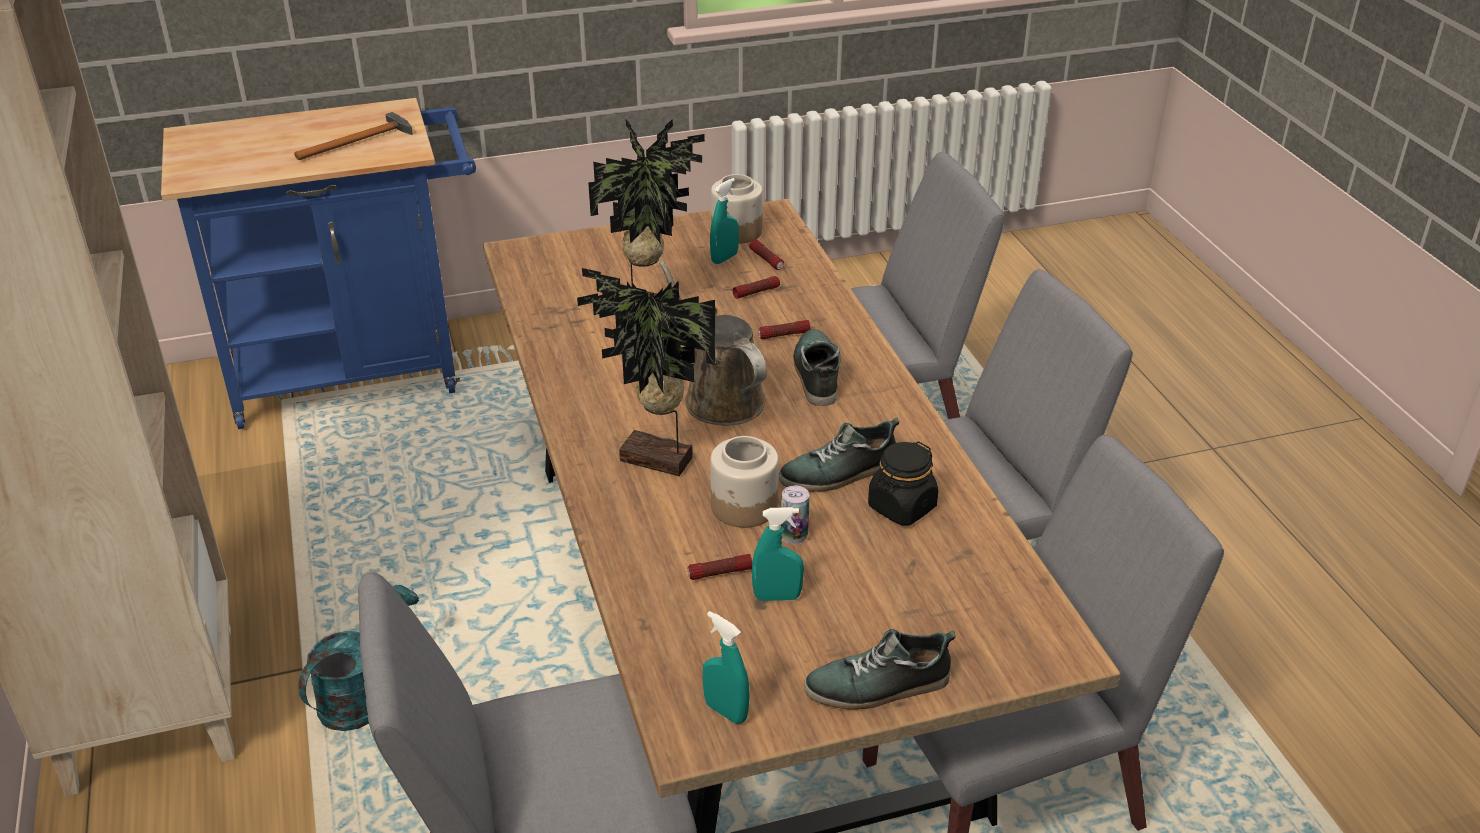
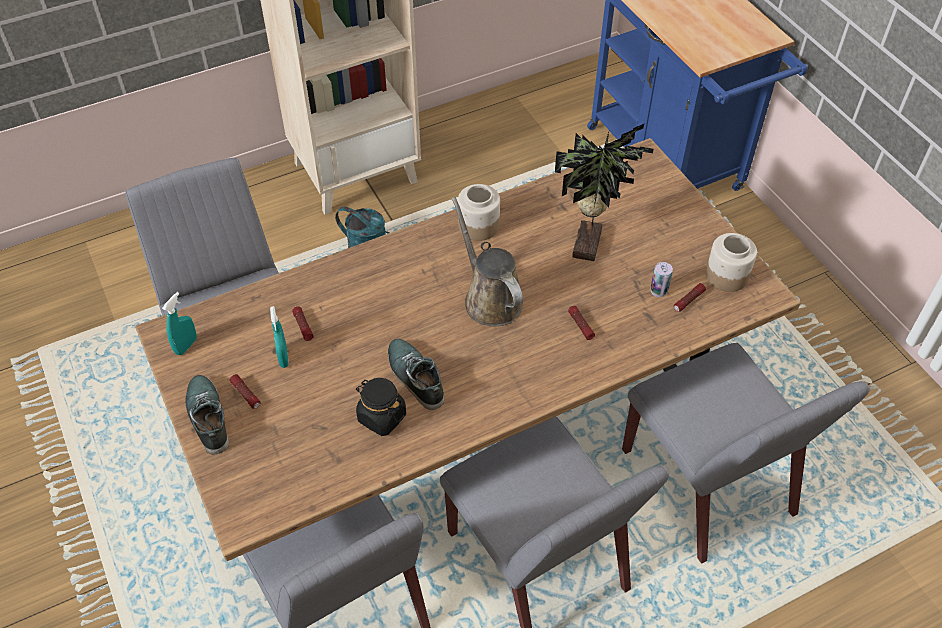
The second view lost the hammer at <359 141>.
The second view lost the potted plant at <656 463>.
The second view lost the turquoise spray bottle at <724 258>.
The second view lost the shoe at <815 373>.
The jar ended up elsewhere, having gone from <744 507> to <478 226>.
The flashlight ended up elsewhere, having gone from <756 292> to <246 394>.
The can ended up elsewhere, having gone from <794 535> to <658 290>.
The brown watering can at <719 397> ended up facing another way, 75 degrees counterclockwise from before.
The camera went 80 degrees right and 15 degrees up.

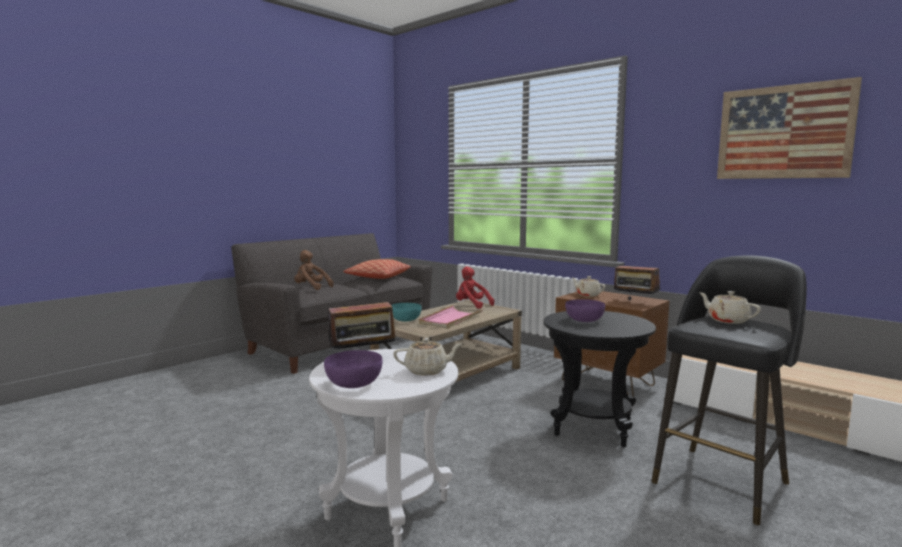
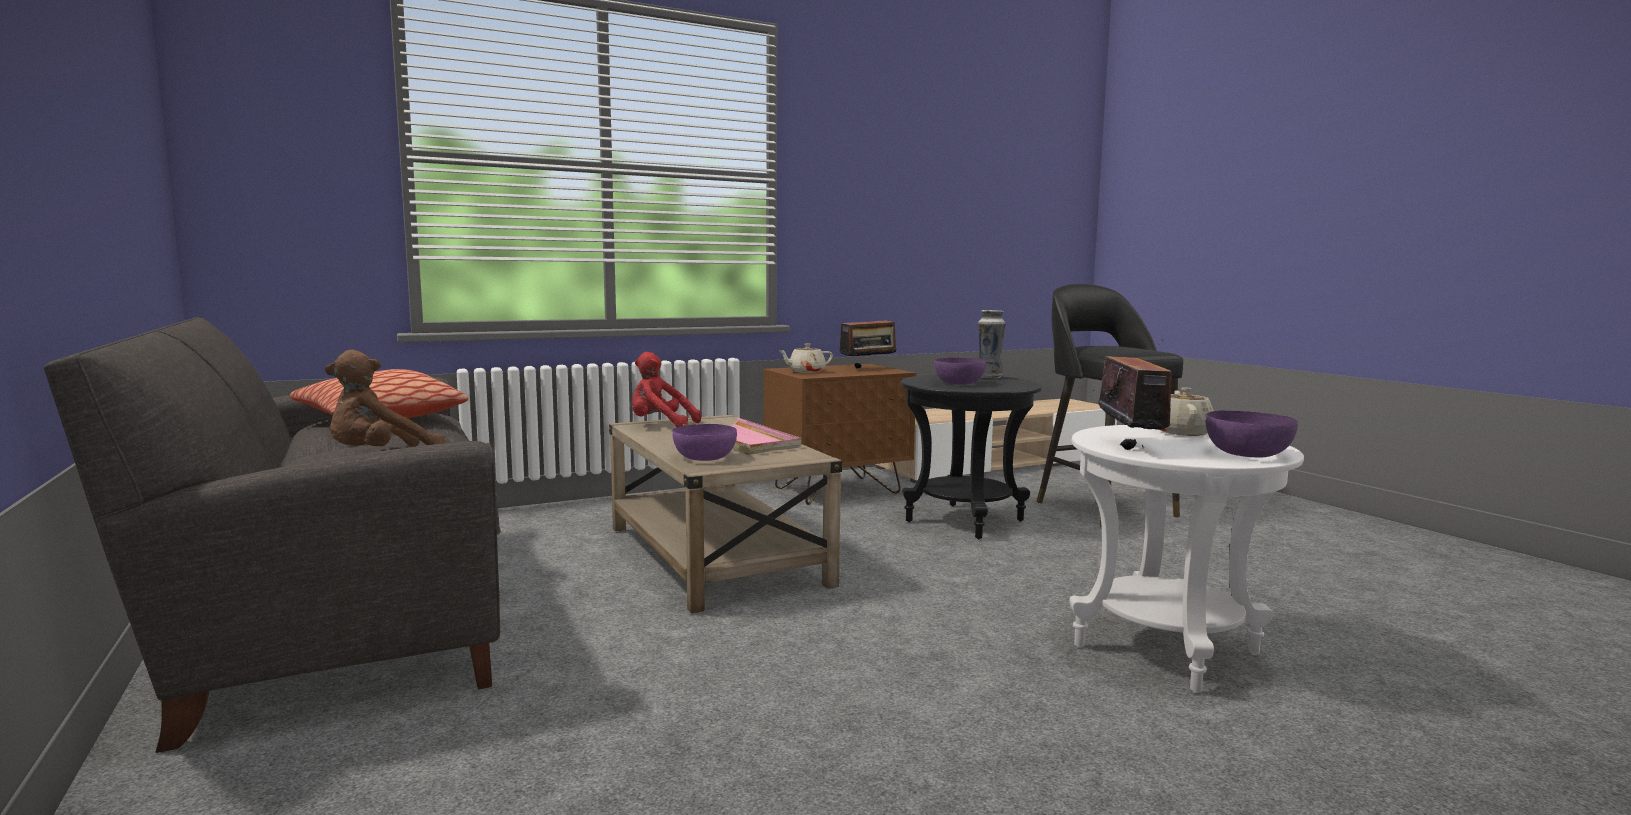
The second view lost the beige teapot at <727 320>.
The second view lost the picture at <783 132>.
The second view gained the vase at <989 377>.
What was the turquoise bowl at <406 319> turned into the purple bowl at <704 458>.
The red plush toy at <471 305> ended up facing another way, 45 degrees clockwise from before.
The camera went 70 degrees left and 0 degrees up.

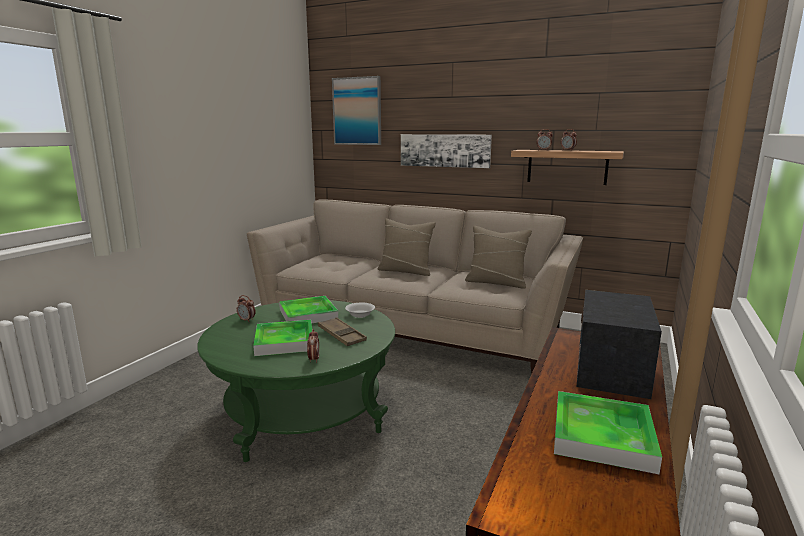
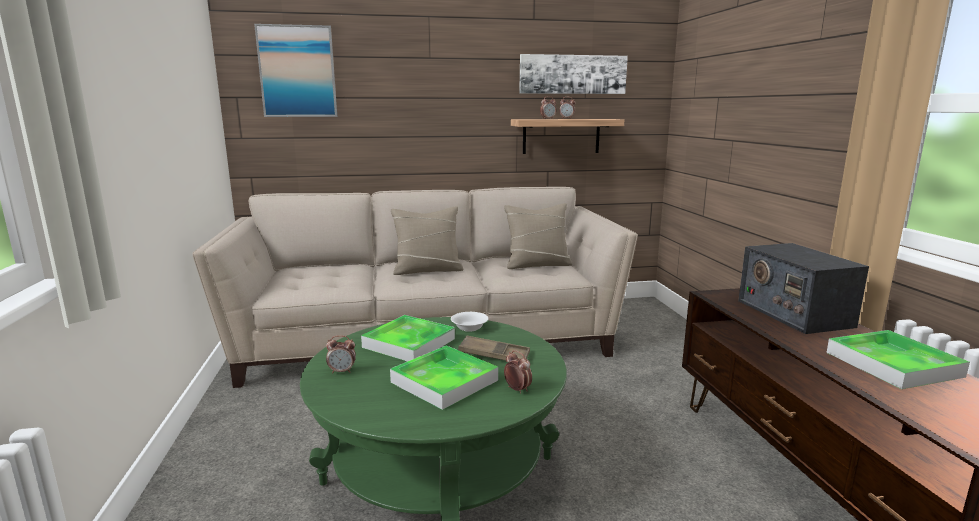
The picture ended up elsewhere, having gone from <445 150> to <572 74>.
The camera went 35 degrees left and 0 degrees up.

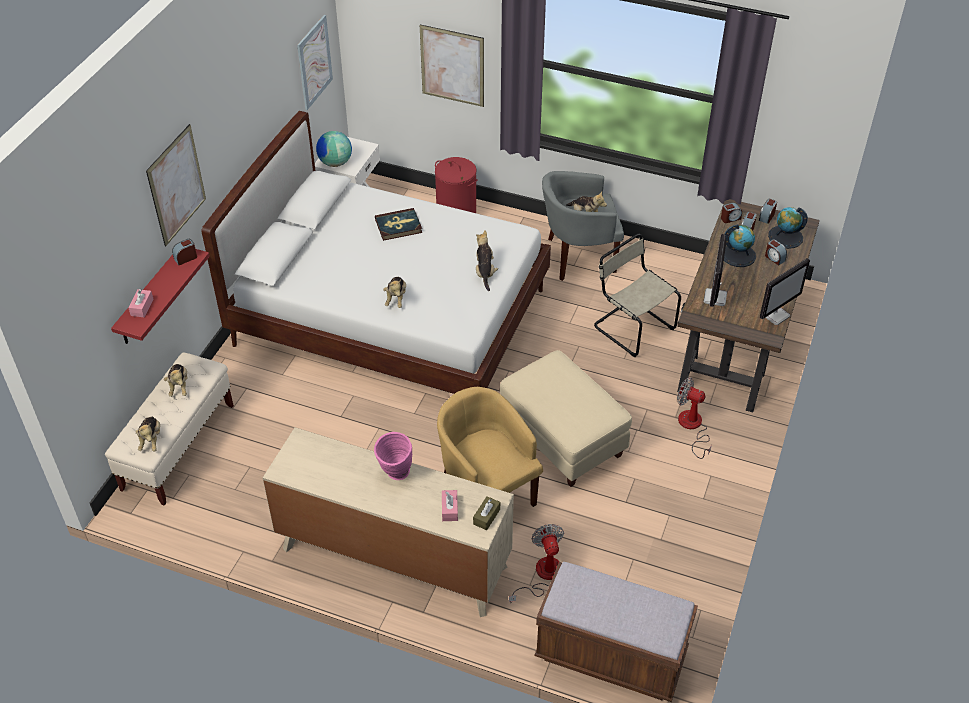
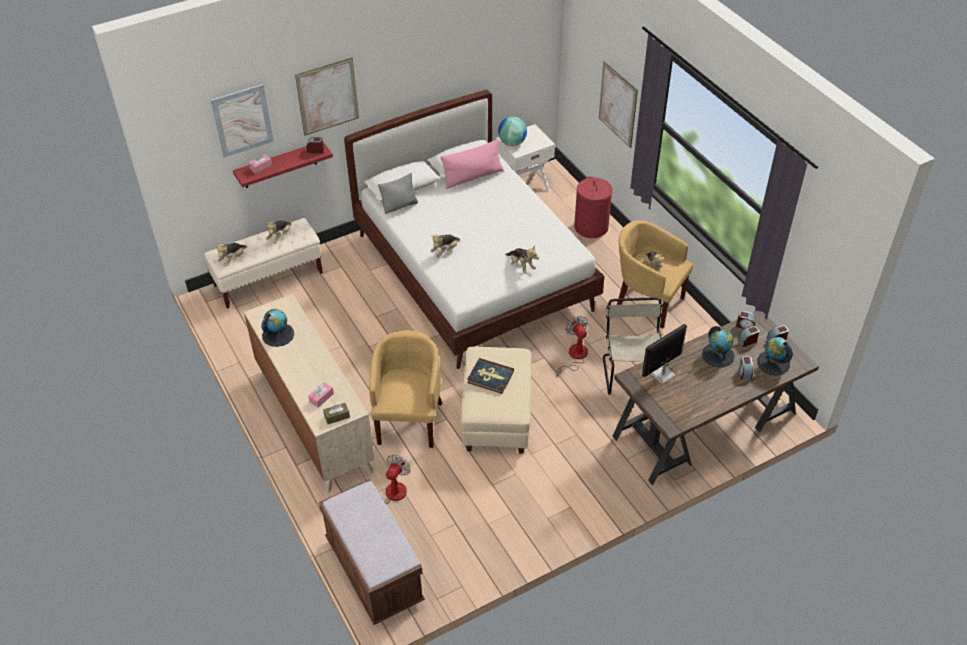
The second view lost the pink vase at <395 475>.
The second view lost the monitor at <775 314>.
The second view gained the globe at <278 334>.
The second view gained the grey pillow at <399 205>.
The second view gained the pink pillow at <473 177>.
The picture ended up elsewhere, having gone from <314 62> to <242 120>.
The book ended up elsewhere, having gone from <398 226> to <490 377>.
The fan ended up elsewhere, having gone from <692 427> to <574 357>.
What was the grey armchair at <578 256> turned into the yellow armchair at <647 302>.
The plush toy at <485 272> ended up facing another way, 105 degrees clockwise from before.
The camera went 40 degrees right and 0 degrees up.

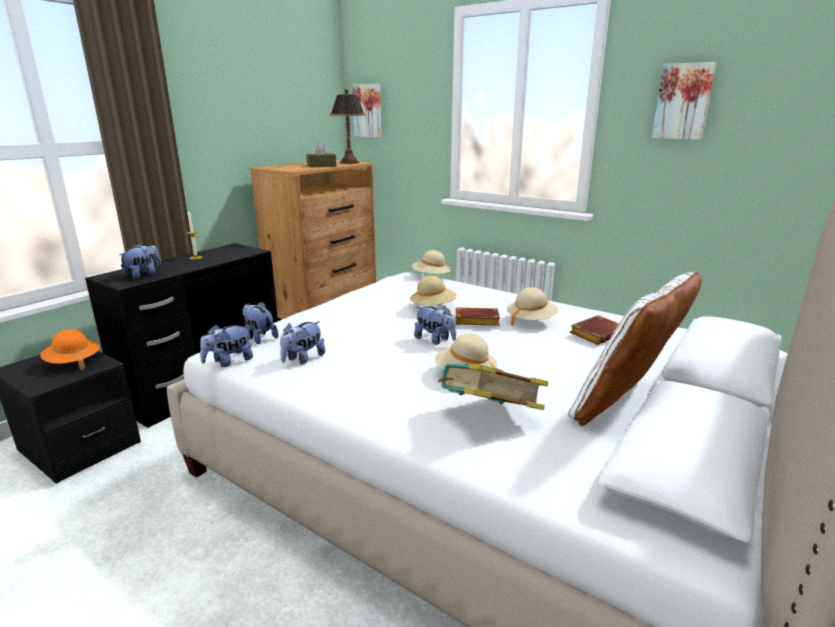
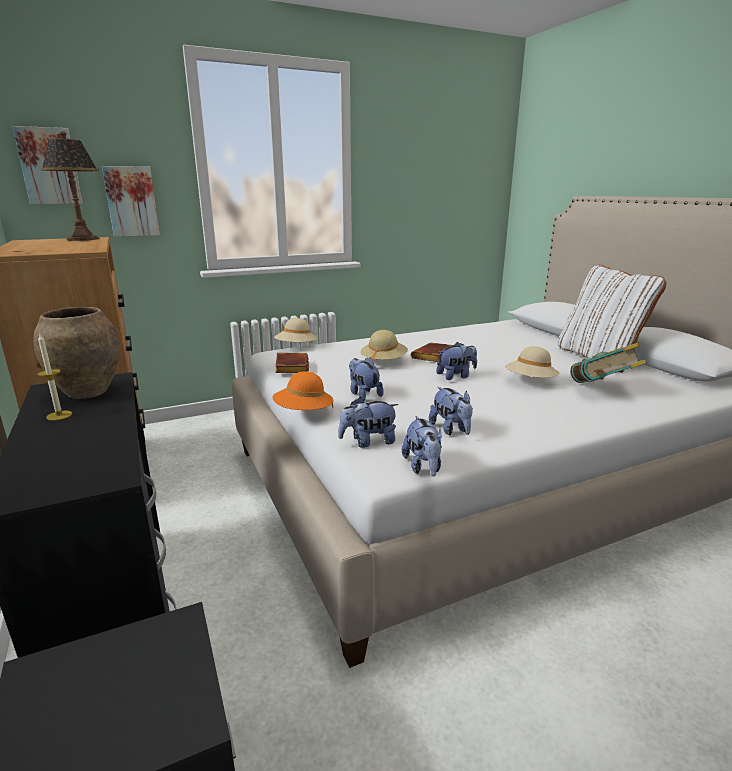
The second view lost the brown tissue box at <321 166>.
The second view lost the beige hat at <531 321>.
The second view gained the brown vase at <87 393>.
The orange hat ended up elsewhere, having gone from <73 362> to <303 412>.
The plush toy ended up elsewhere, having gone from <143 274> to <363 394>.
The brown book ended up elsewhere, having gone from <596 334> to <290 367>.
The picture ended up elsewhere, having gone from <683 101> to <131 201>.
The camera went 60 degrees left and 0 degrees up.

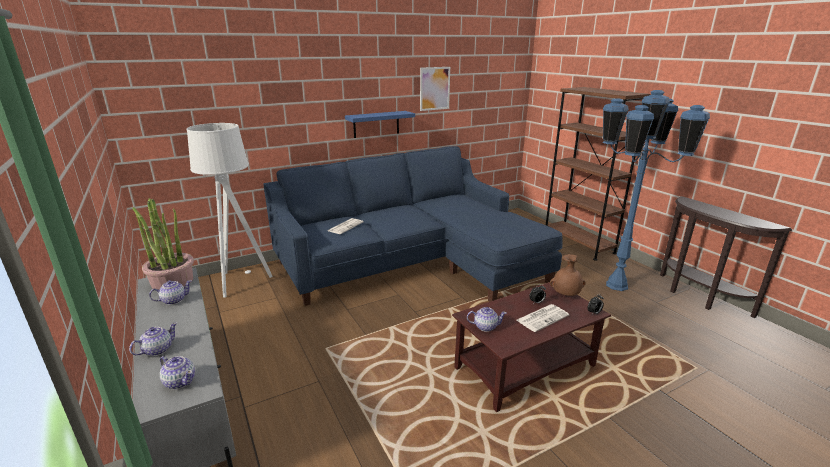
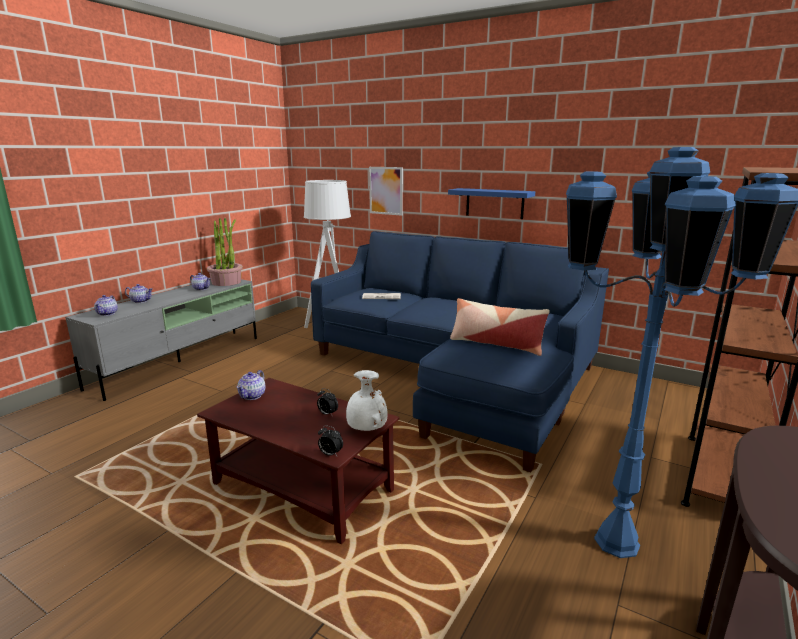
The second view lost the newspaper at <542 317>.
The second view gained the pillow at <496 344>.
The picture ended up elsewhere, having gone from <434 88> to <386 190>.
What was the brown vase at <566 294> turned into the white vase at <366 429>.
The teapot at <485 326> ended up facing another way, 45 degrees clockwise from before.
The camera went 60 degrees right and 5 degrees down.

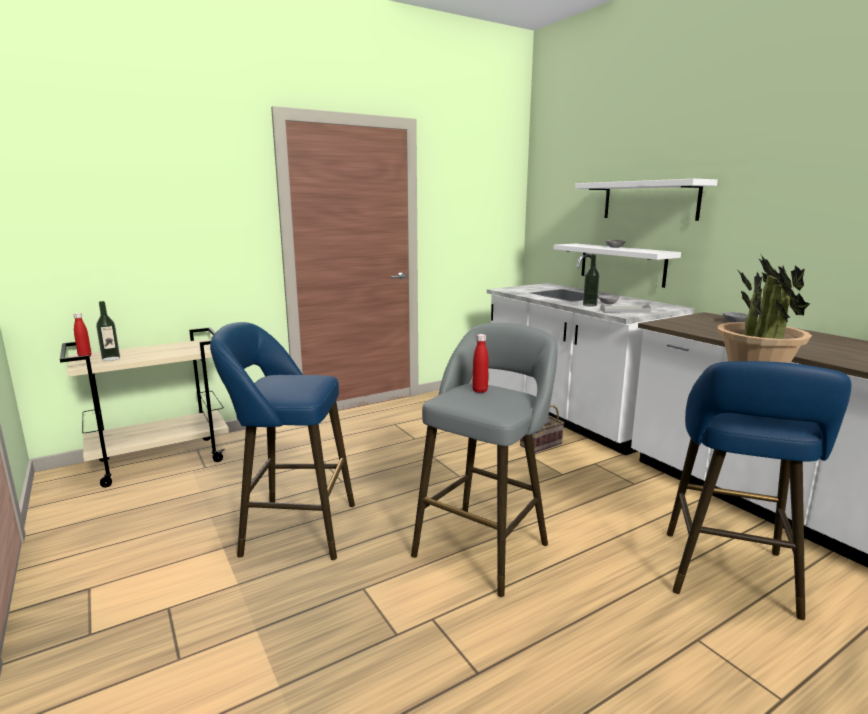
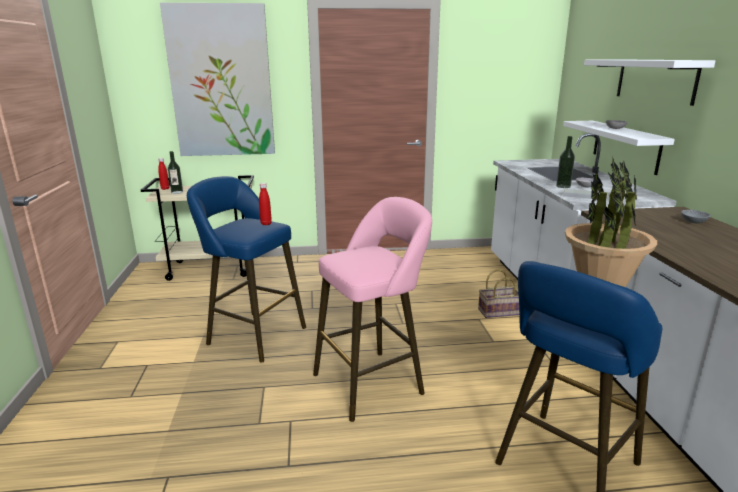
The second view gained the picture at <221 82>.
The red bottle ended up elsewhere, having gone from <480 391> to <266 224>.
What was the grey stool at <484 546> turned into the pink stool at <373 381>.
The camera went 25 degrees right and 5 degrees up.

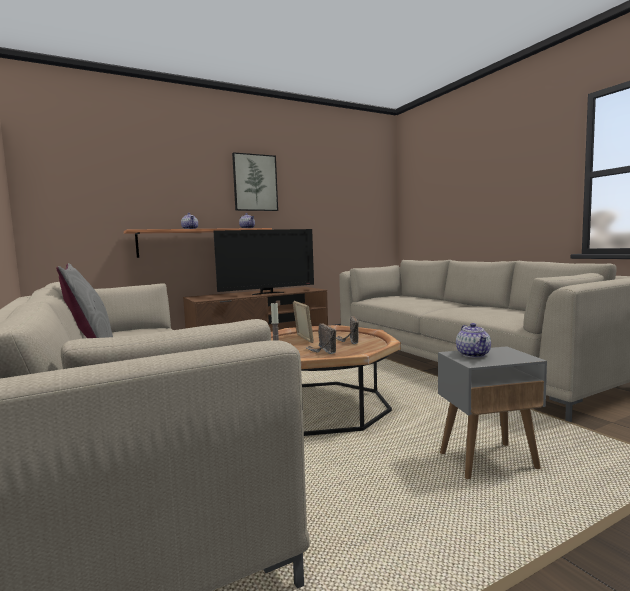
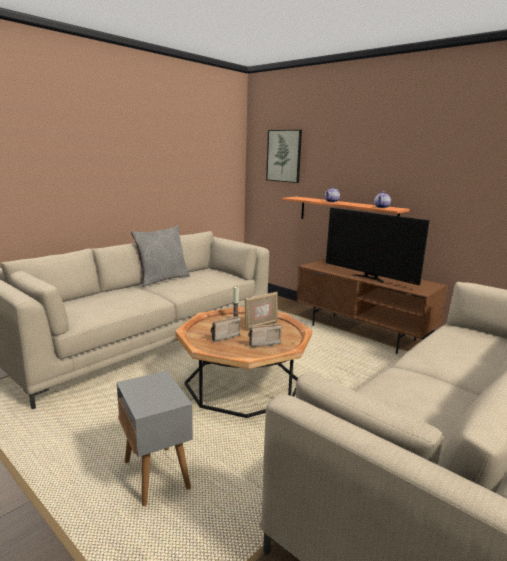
The second view lost the teapot at <473 354>.
The picture ended up elsewhere, having gone from <255 183> to <284 156>.
The camera went 70 degrees right and 10 degrees up.

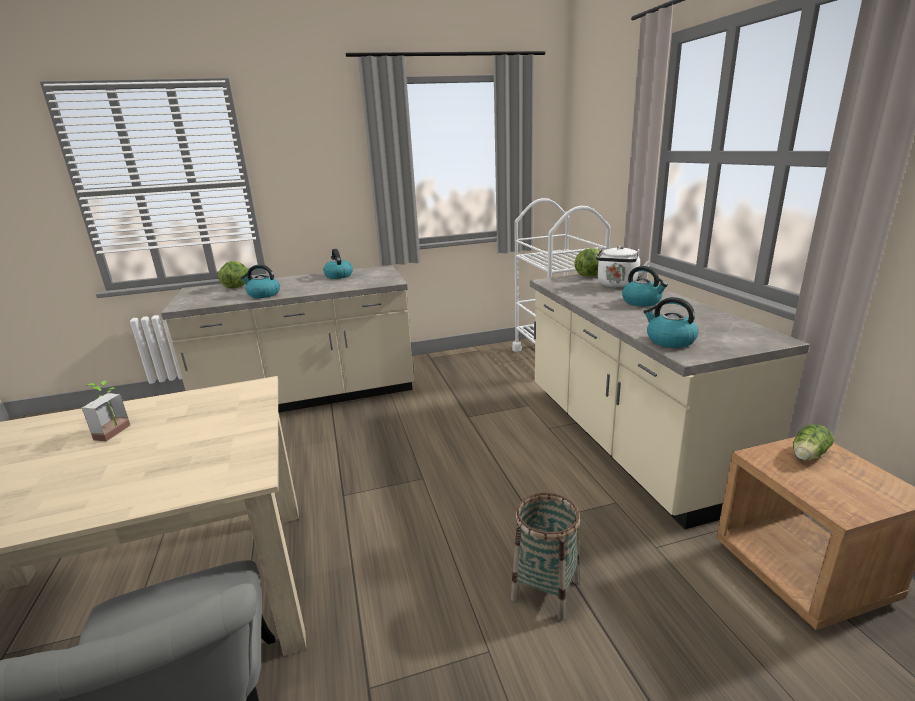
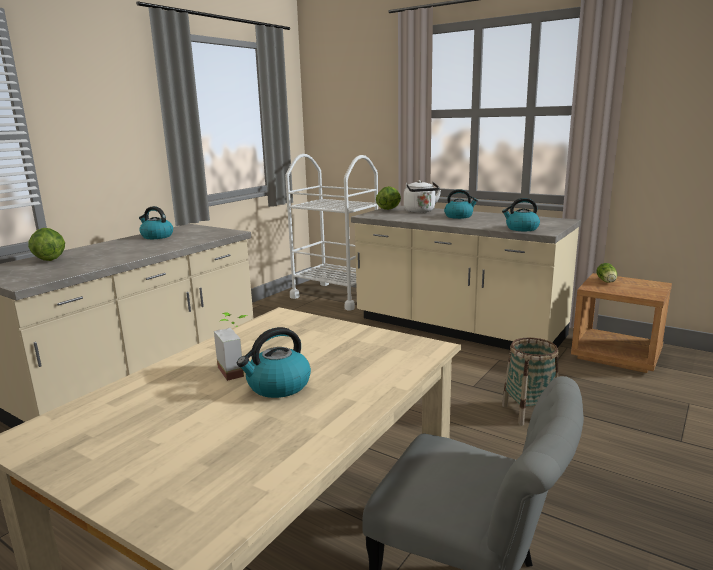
The kettle ended up elsewhere, having gone from <263 294> to <278 386>.
The camera went 40 degrees left and 5 degrees down.

